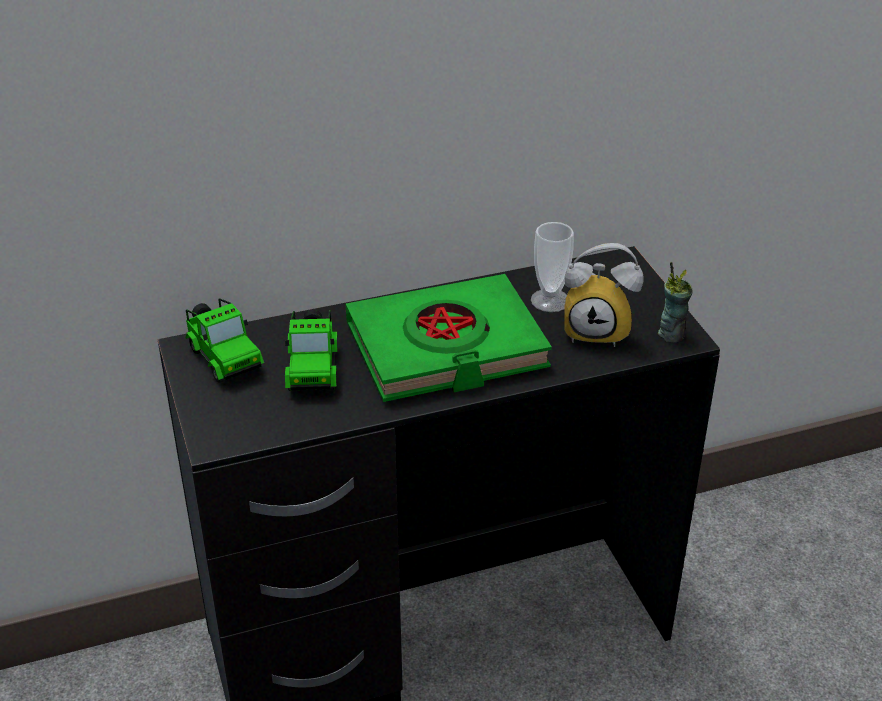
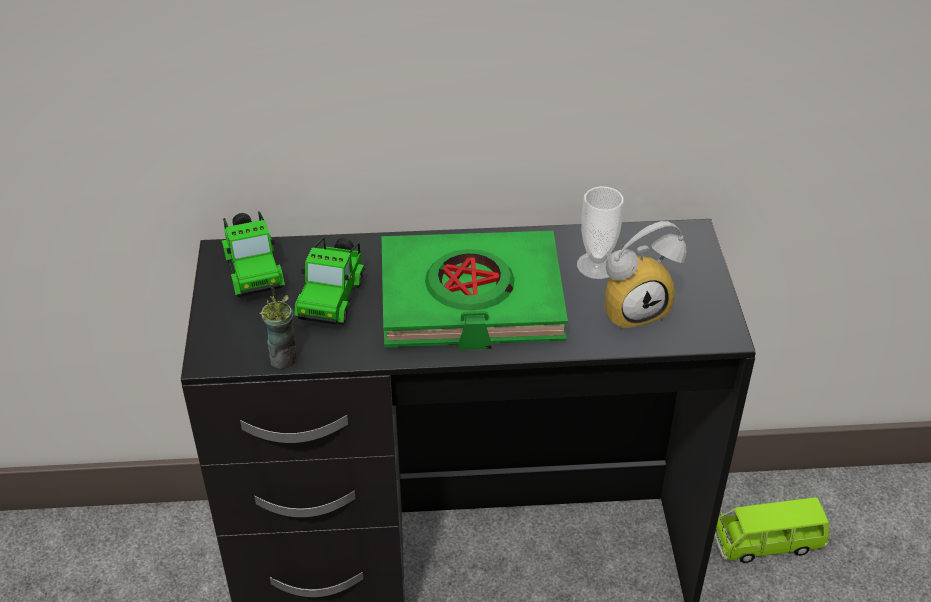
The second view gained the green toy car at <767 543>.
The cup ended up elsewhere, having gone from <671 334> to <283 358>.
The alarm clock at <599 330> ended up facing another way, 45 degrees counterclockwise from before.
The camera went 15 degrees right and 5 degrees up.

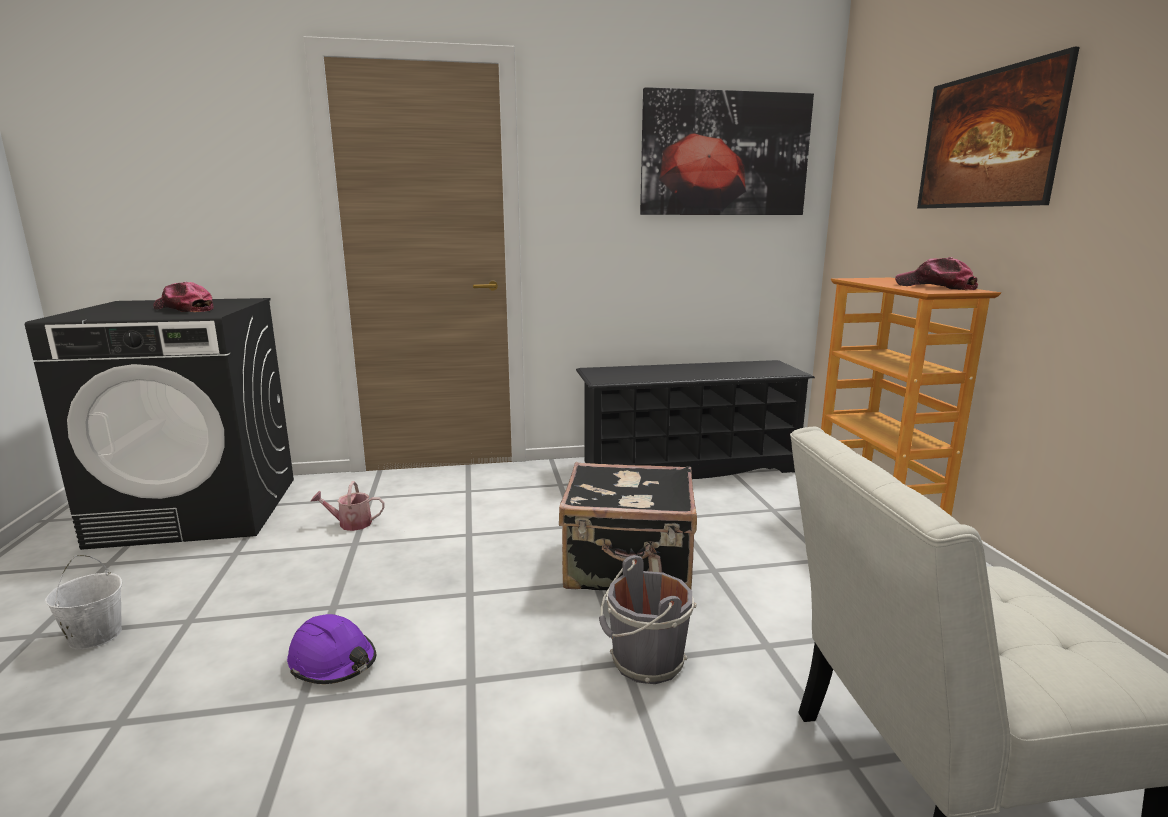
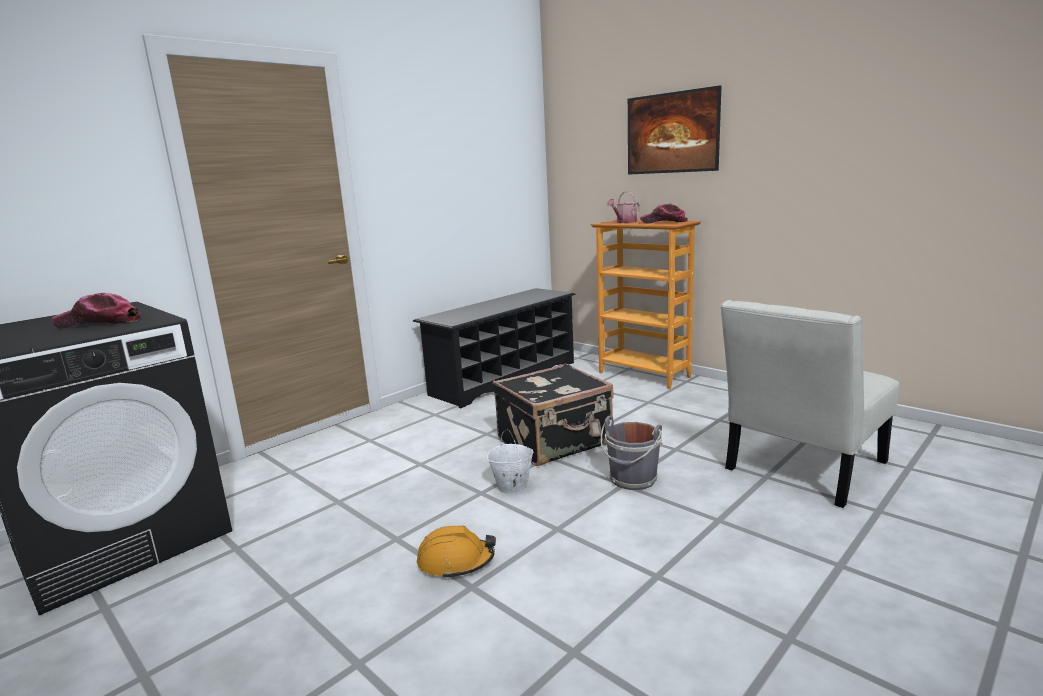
The second view lost the picture at <725 154>.
The white bucket ended up elsewhere, having gone from <95 636> to <512 487>.
The watering can ended up elsewhere, having gone from <350 524> to <624 222>.
What was the purple hard hat at <333 662> turned into the orange hard hat at <456 562>.
The camera went 35 degrees left and 0 degrees up.

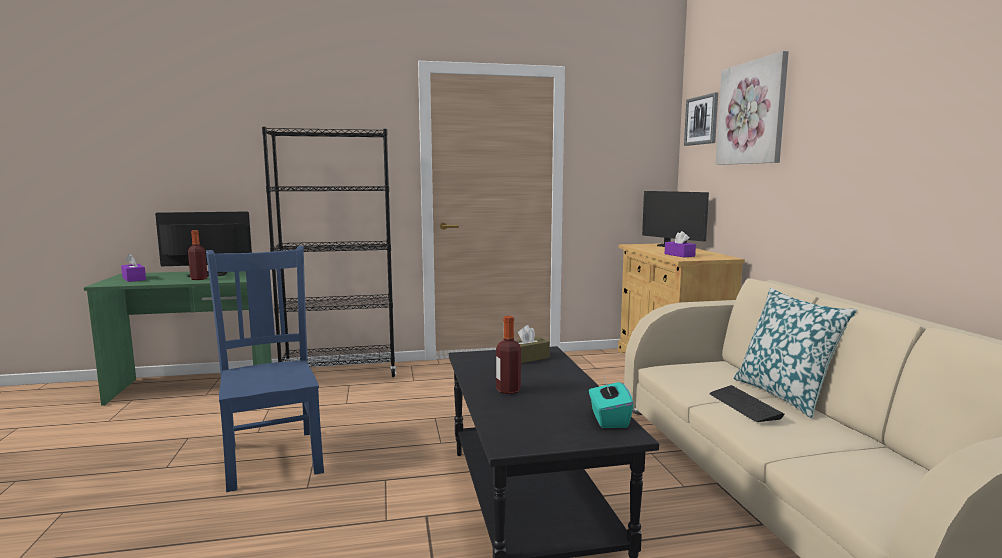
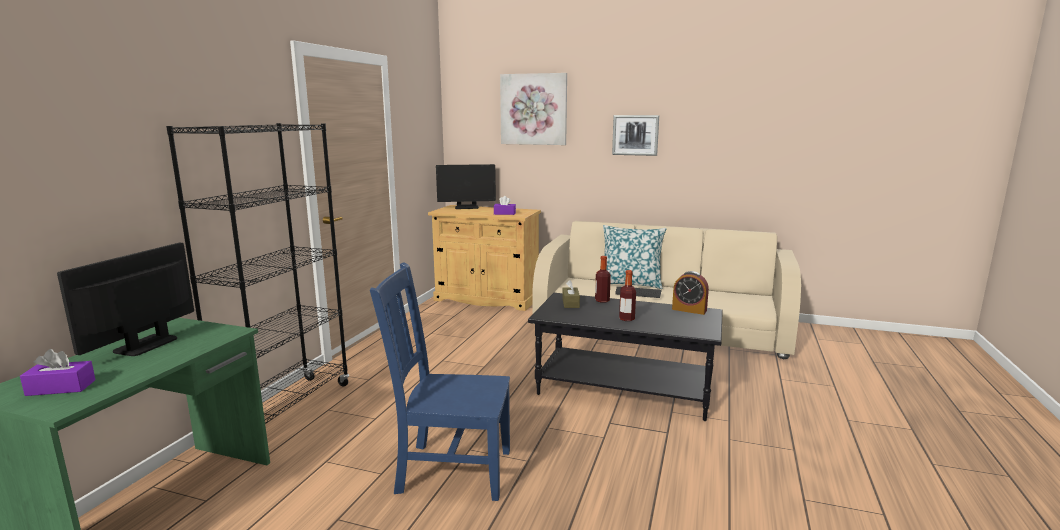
The bottle ended up elsewhere, having gone from <199 279> to <602 300>.
The picture ended up elsewhere, having gone from <702 120> to <635 135>.
Where the turquoise tissue box stood at <609 419>, the alarm clock came to stand at <689 310>.
The camera went 60 degrees left and 5 degrees up.

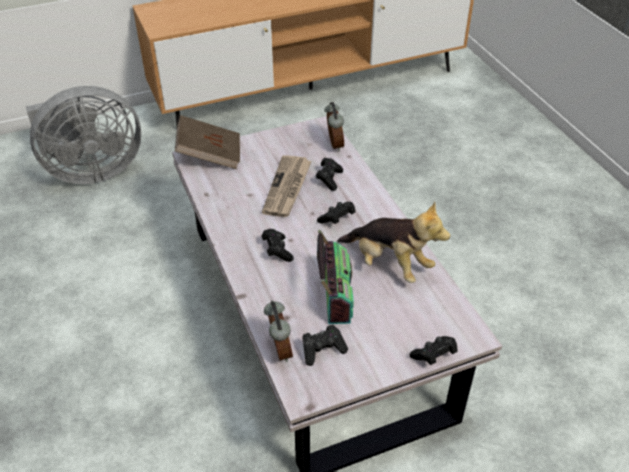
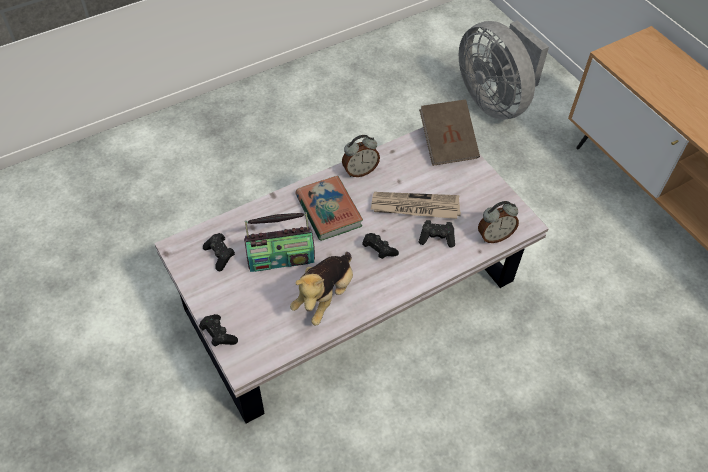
The alarm clock ended up elsewhere, having gone from <279 350> to <359 171>.
Where the black game controller stood at <277 251>, the book came to stand at <328 211>.
The camera went 80 degrees right and 10 degrees up.

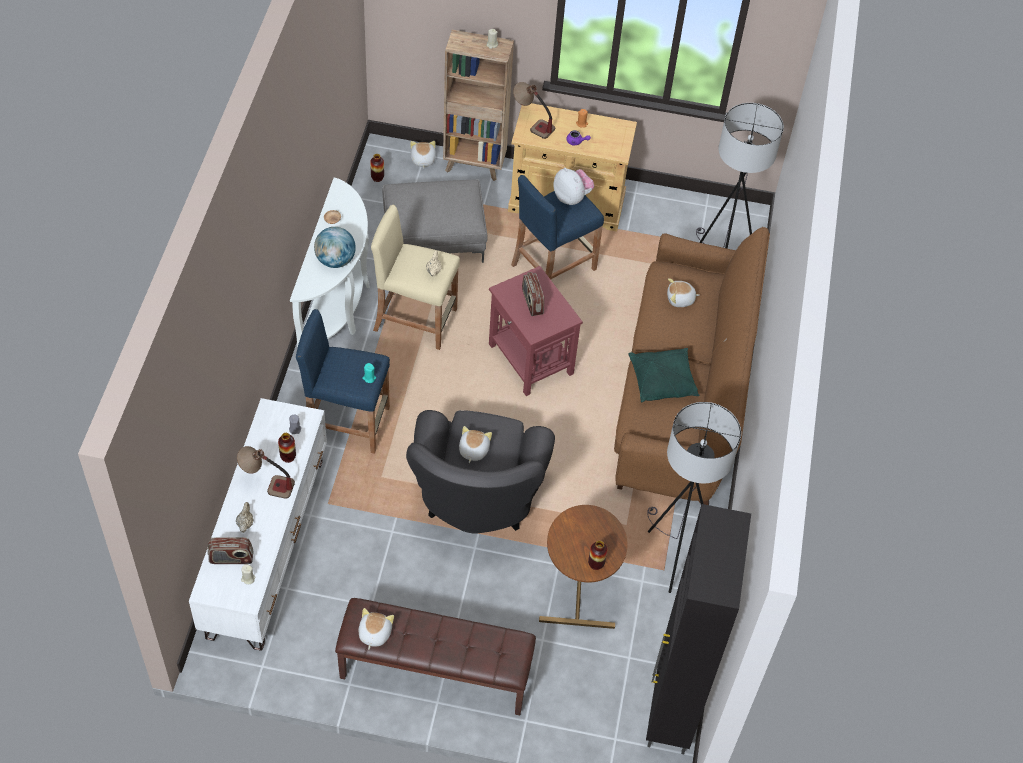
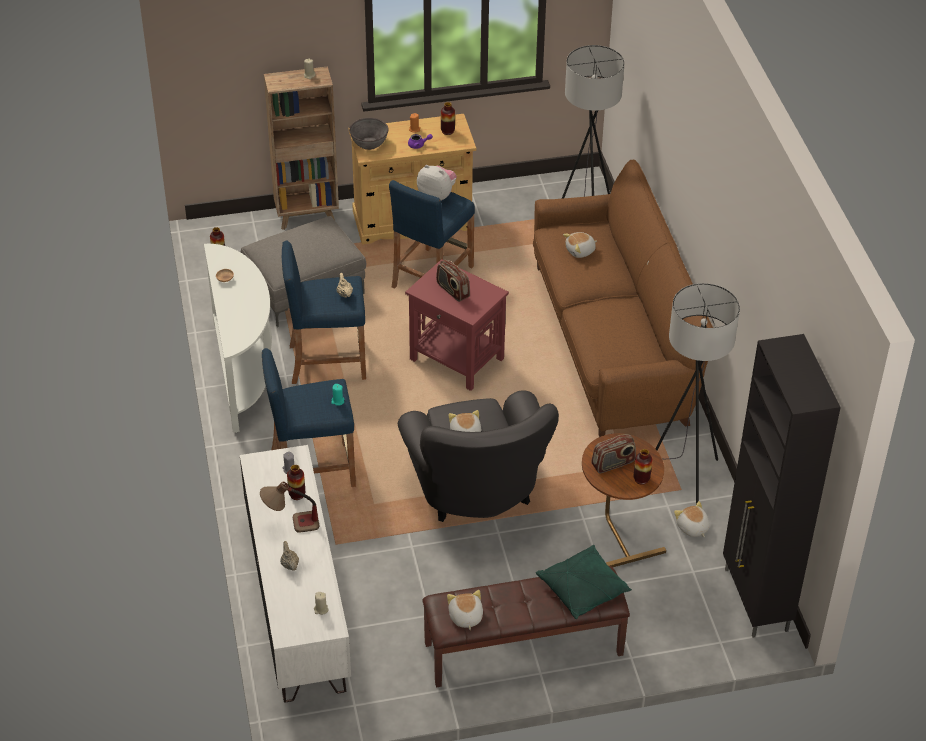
The second view lost the globe at <335 260>.
The second view gained the vase at <447 131>.
The radio ended up elsewhere, having gone from <231 558> to <613 464>.
The plush toy ended up elsewhere, having gone from <422 160> to <692 528>.
The green pillow ended up elsewhere, having gone from <662 381> to <583 589>.
Where the table lamp stood at <532 124>, the grey bowl came to stand at <369 143>.
What was the beige stool at <415 320> turned into the blue stool at <327 362>.
The camera went 20 degrees left and 10 degrees down.

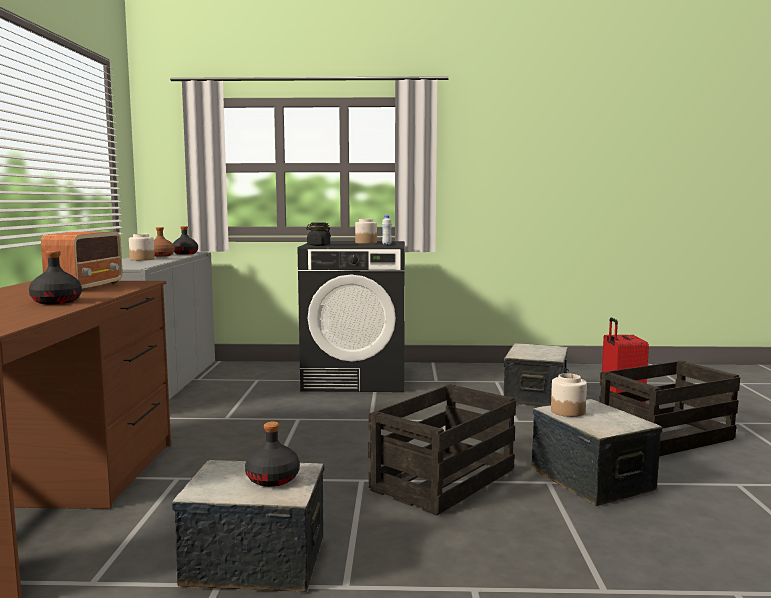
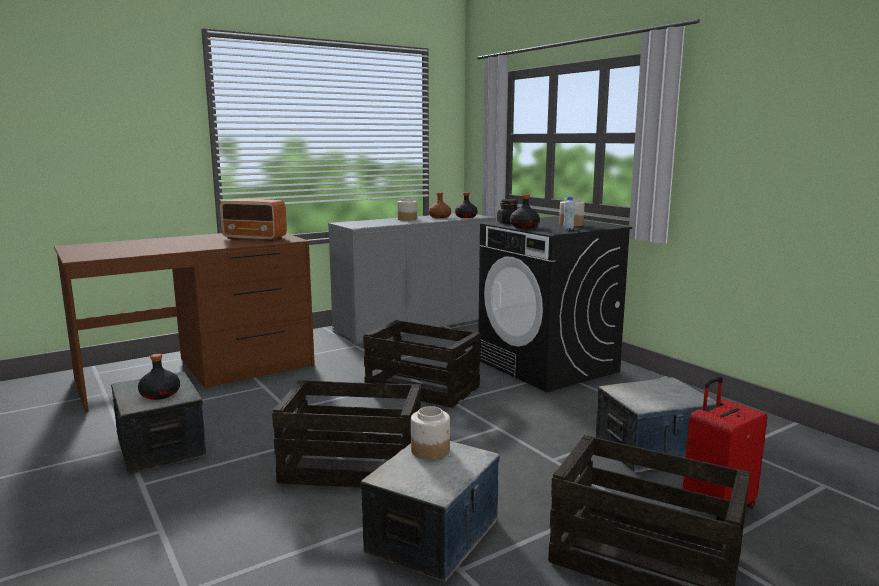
The second view gained the crate at <423 388>.
The black bottle ended up elsewhere, having gone from <57 302> to <524 227>.
The radio at <87 287> ended up facing another way, 45 degrees clockwise from before.
The camera went 55 degrees right and 5 degrees up.

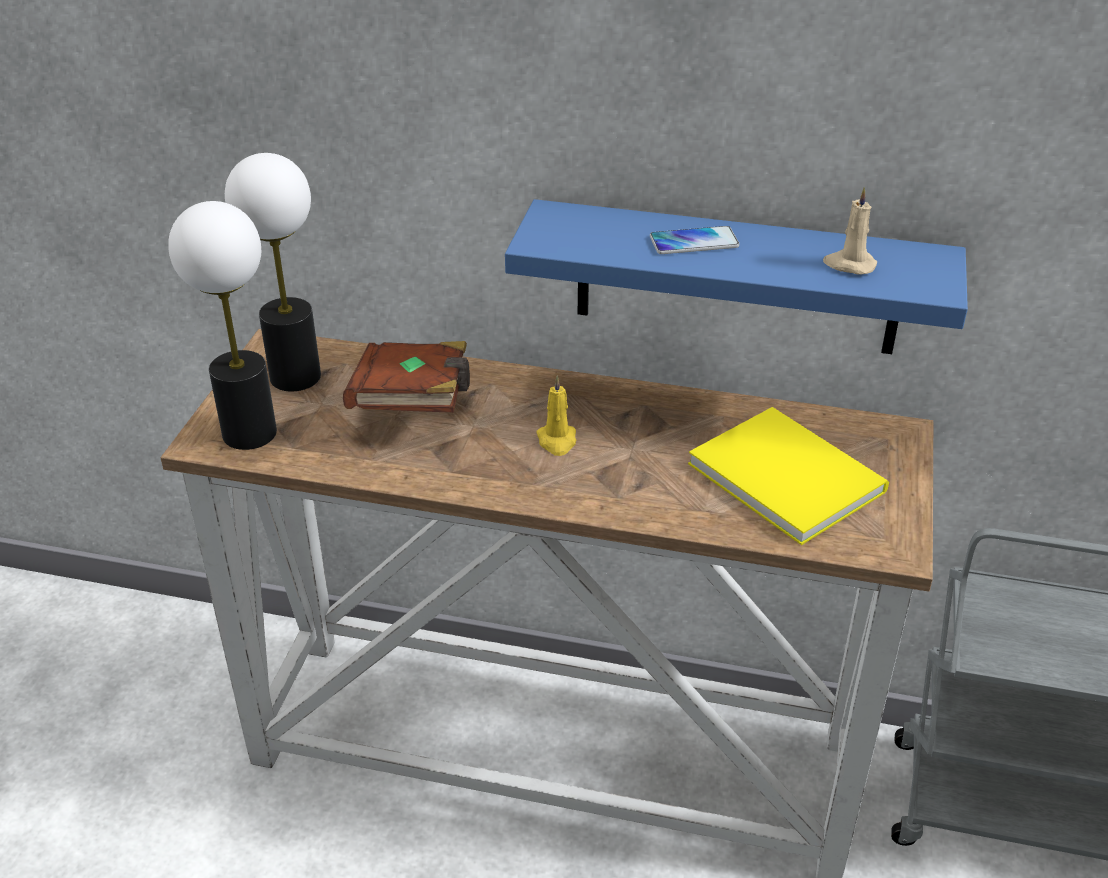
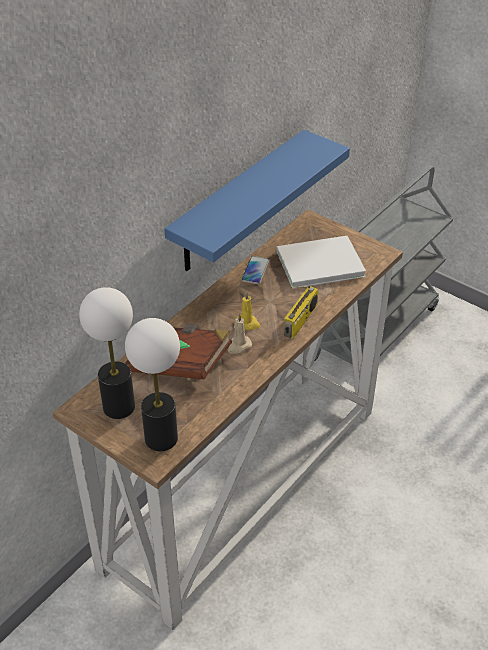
The second view gained the radio at <300 321>.
The phone ended up elsewhere, having gone from <694 242> to <255 270>.
The beige candle ended up elsewhere, having gone from <849 264> to <238 346>.
What was the yellow book at <785 473> turned into the white book at <317 263>.
The camera went 65 degrees left and 5 degrees up.

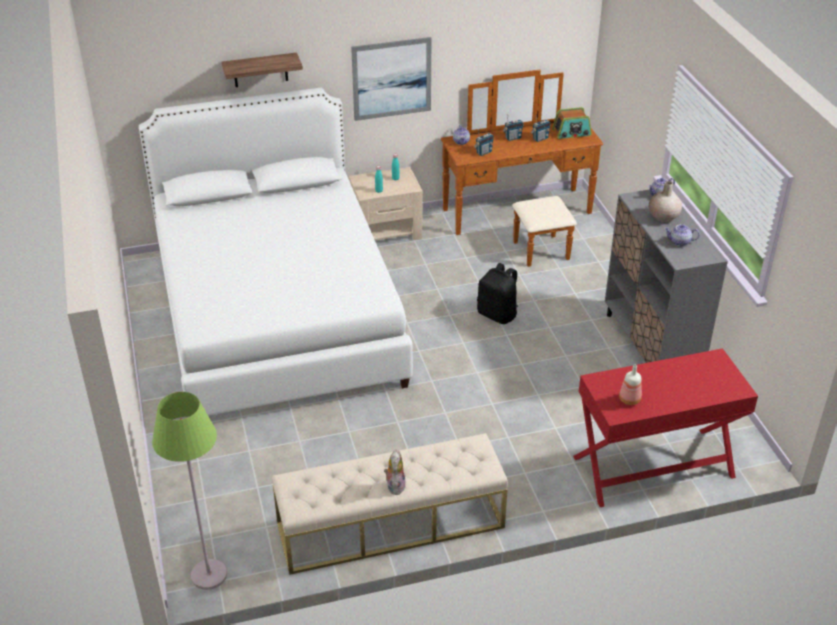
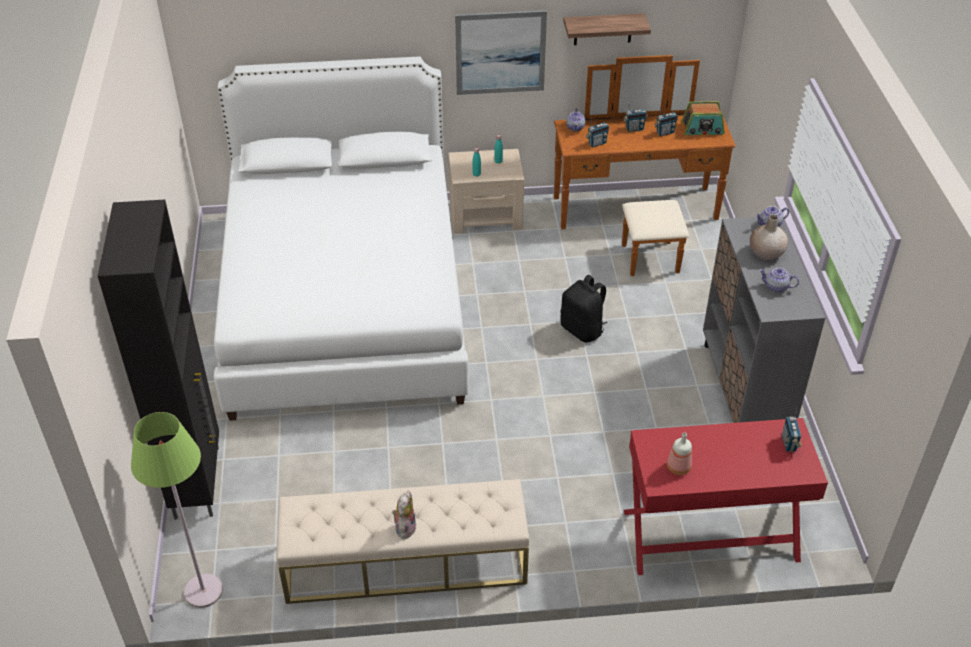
The second view gained the black cabinet at <198 481>.
The second view gained the radio at <789 444>.
The shelf ended up elsewhere, having gone from <260 70> to <603 29>.
The camera went 10 degrees right and 5 degrees up.

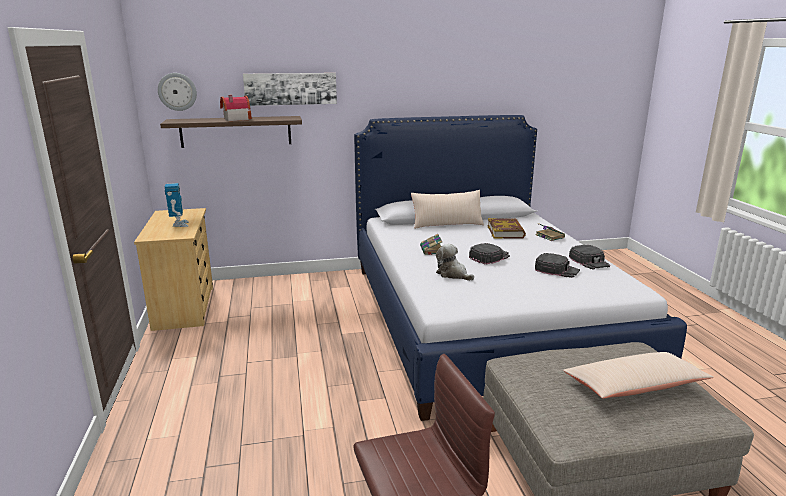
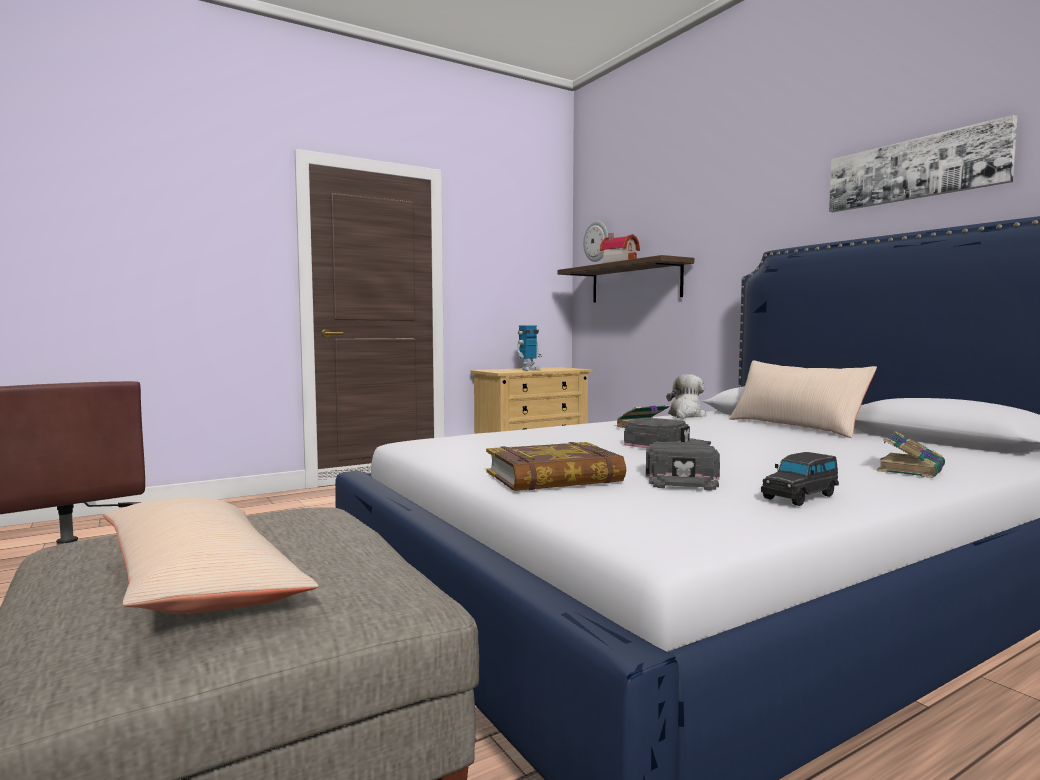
The picture ended up elsewhere, having gone from <290 88> to <914 170>.
The plush toy ended up elsewhere, having gone from <453 274> to <685 415>.
The book ended up elsewhere, having gone from <505 232> to <554 477>.
Where the black cap stood at <589 261>, the black toy car came to stand at <800 496>.
The camera went 70 degrees right and 15 degrees down.

